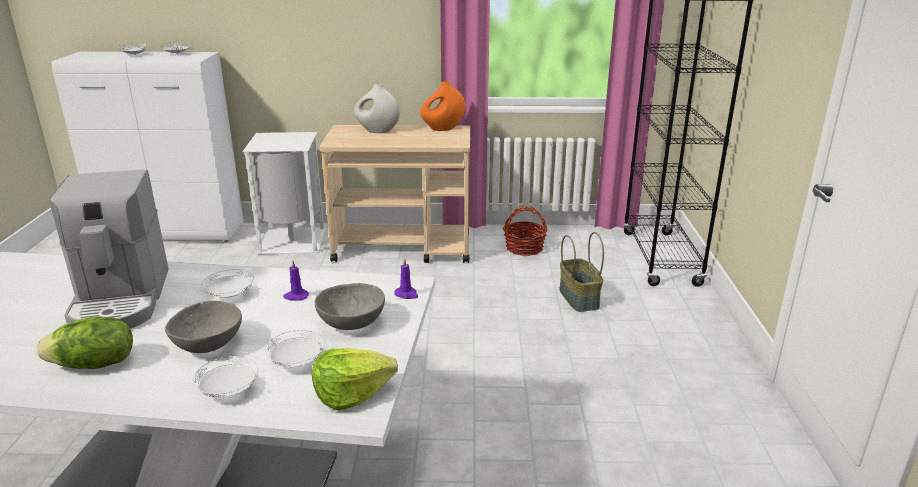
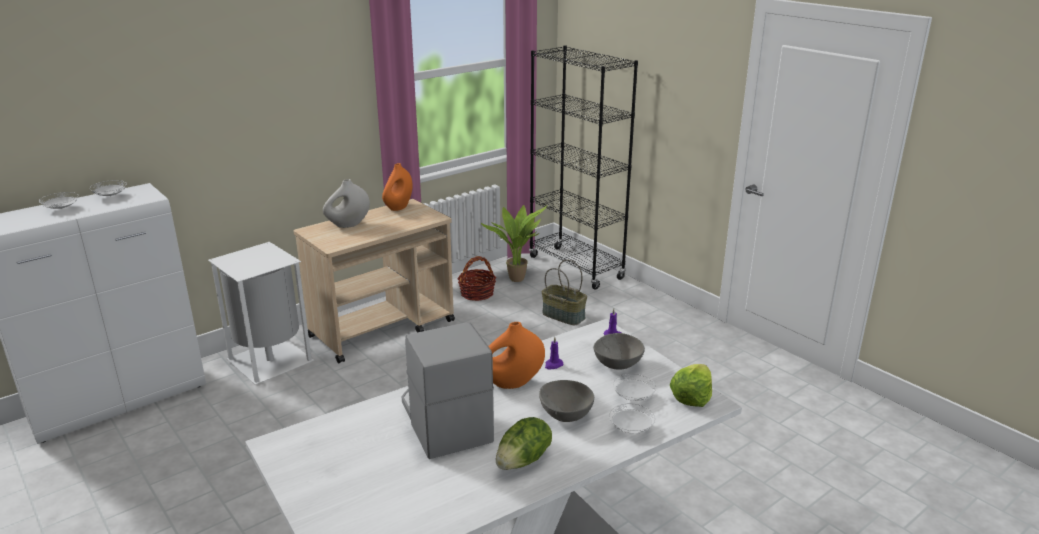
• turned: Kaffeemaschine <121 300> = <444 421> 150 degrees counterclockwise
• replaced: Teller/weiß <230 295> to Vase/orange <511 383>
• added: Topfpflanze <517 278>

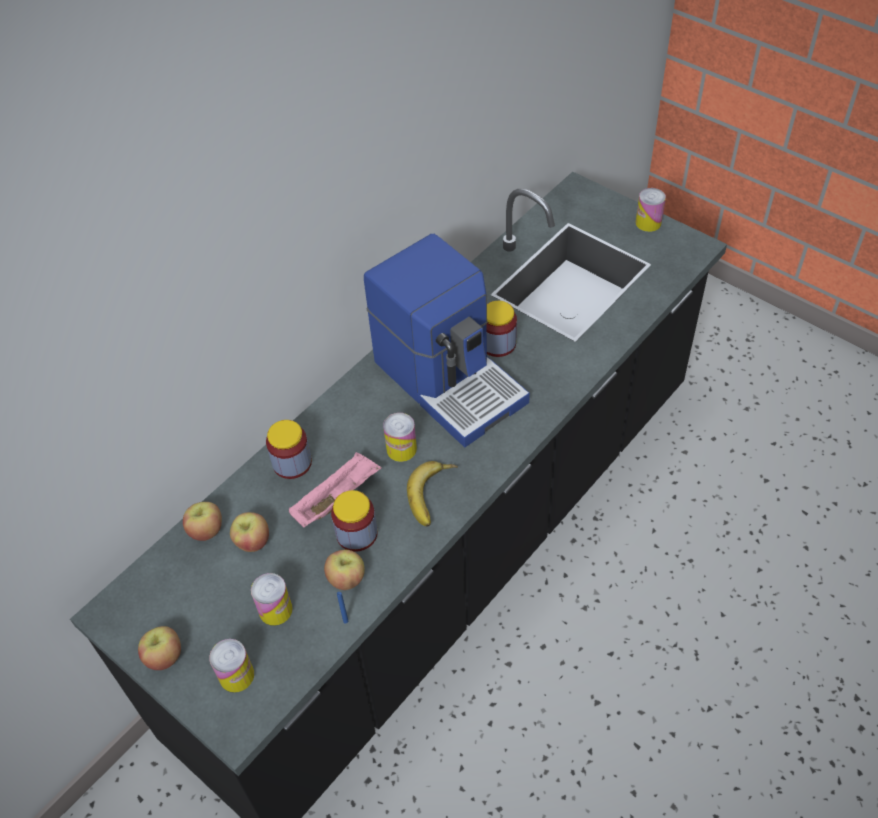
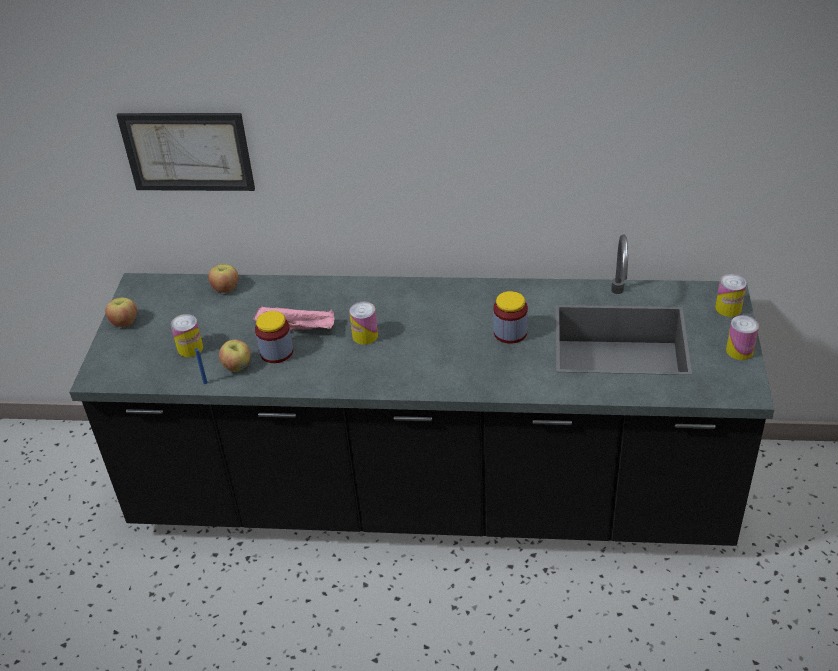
• removed: Kaffeemaschine <450 379>
• removed: Vorratsglas <292 463>
• removed: Banane <434 496>
• removed: Apfel <252 542>
• moved: Dose <236 675> to <728 308>
• added: Bild <187 151>

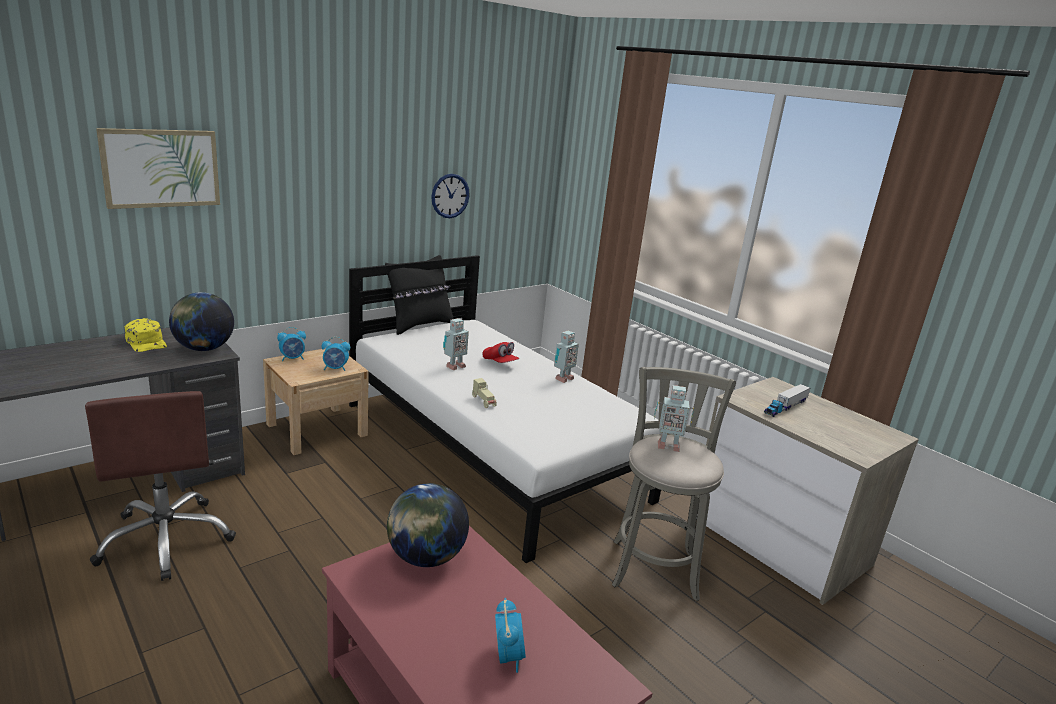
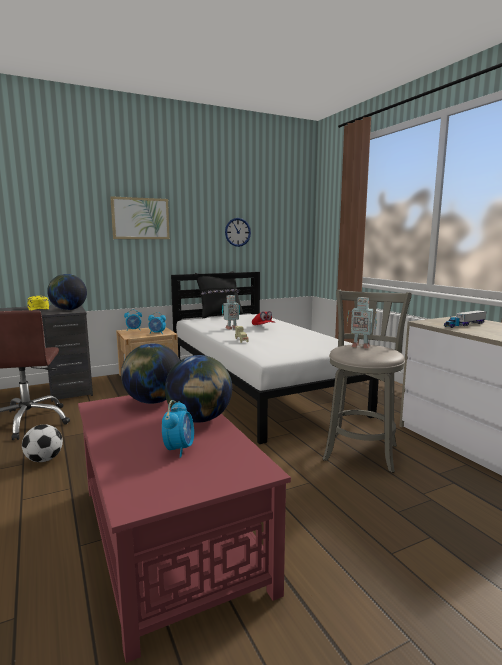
• moved: Bild <161 168> to <140 218>
• removed: Spielzeugroboter <562 379>
• added: Globus <200 419>
• added: Fußball <44 459>

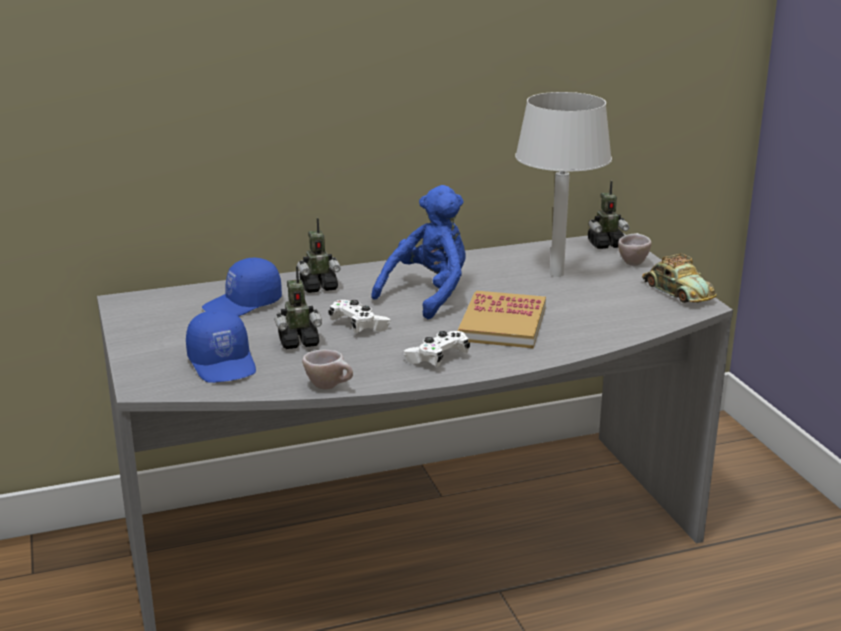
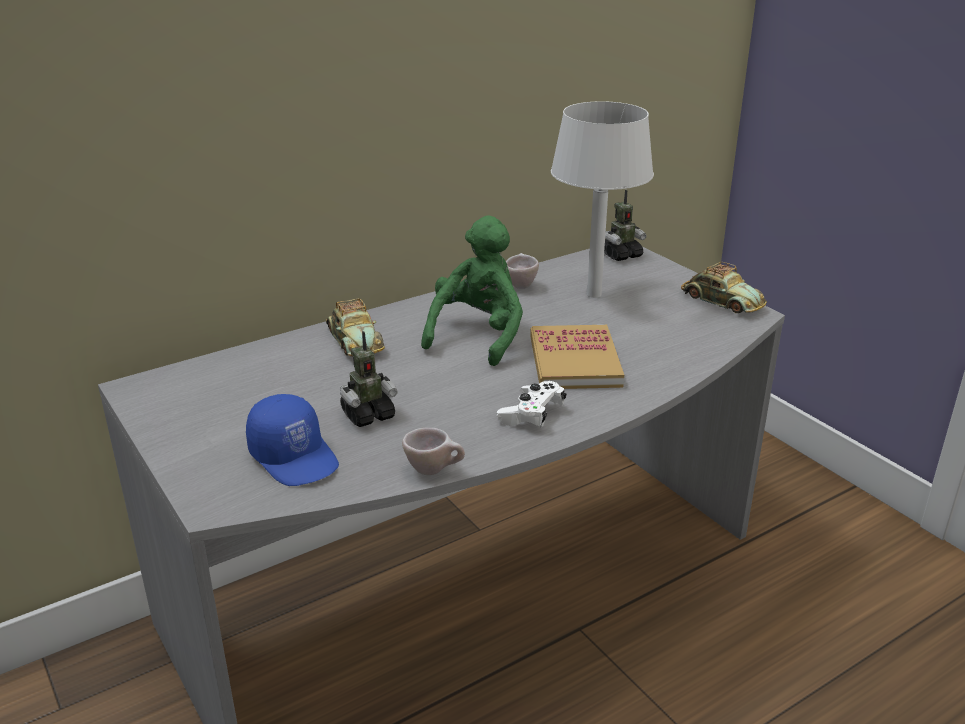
• recoloured: Plüschtier/blau <428 294> to Plüschtier/grün <478 335>
• replaced: Spielzeugroboter <318 287> to Spielzeugauto <354 340>
• moved: Tasse/beige <632 262> to <520 284>
• removed: Kappe/blau <243 304>
• removed: Gamepad/weiß <358 326>

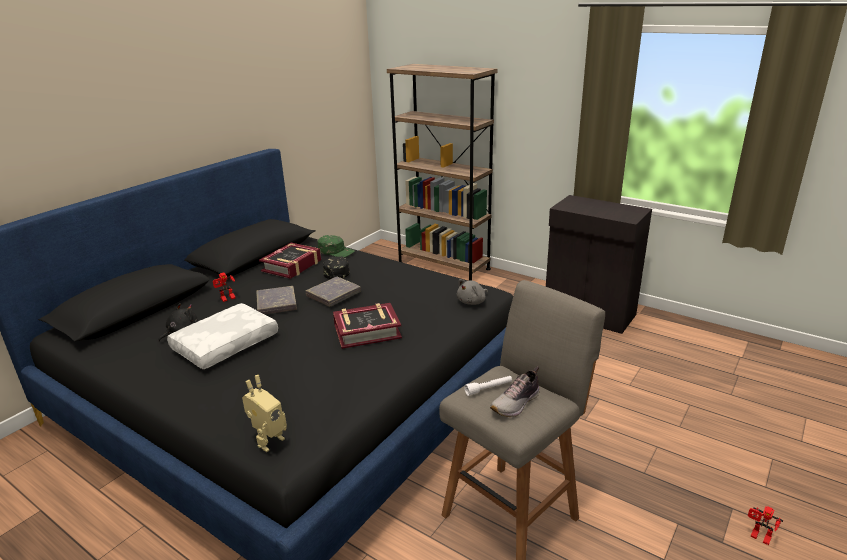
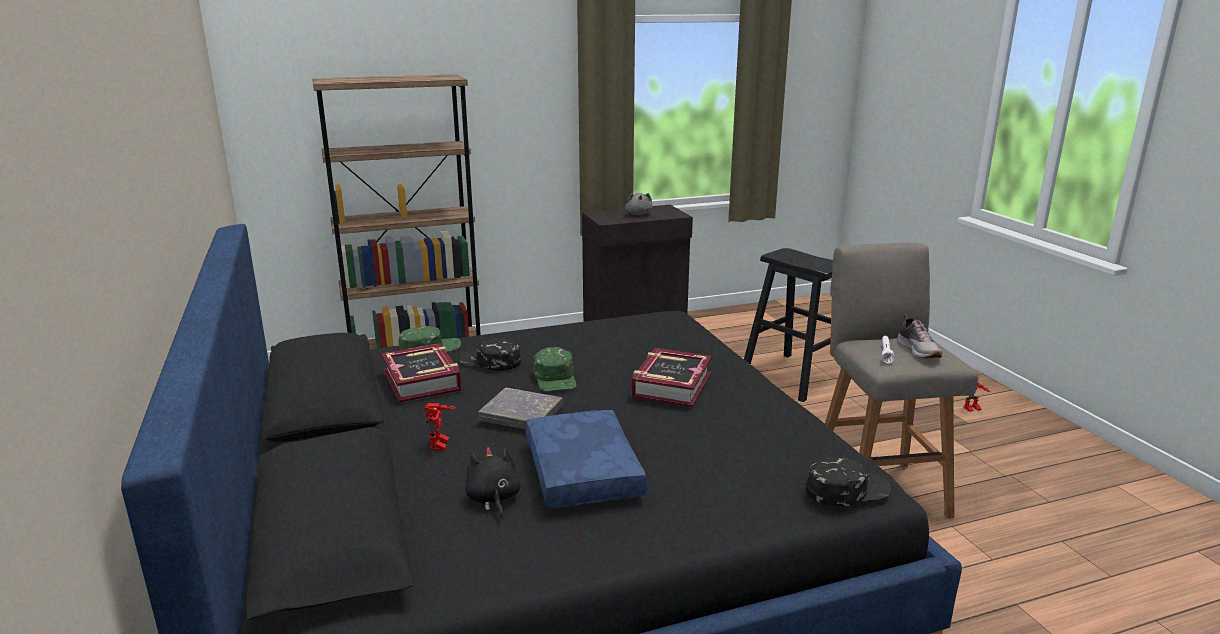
• replaced: Buch/grau <333 294> to Kappe/grün <555 378>
• moved: Plüschtier/grau <472 302> to <638 214>
• recoloured: Kissen/weiß <225 344> to Kissen/blau <580 472>
• replaced: Spielzeugroboter <268 441> to Kappe/schwarz <846 489>
• added: Hocker/schwarz <794 376>

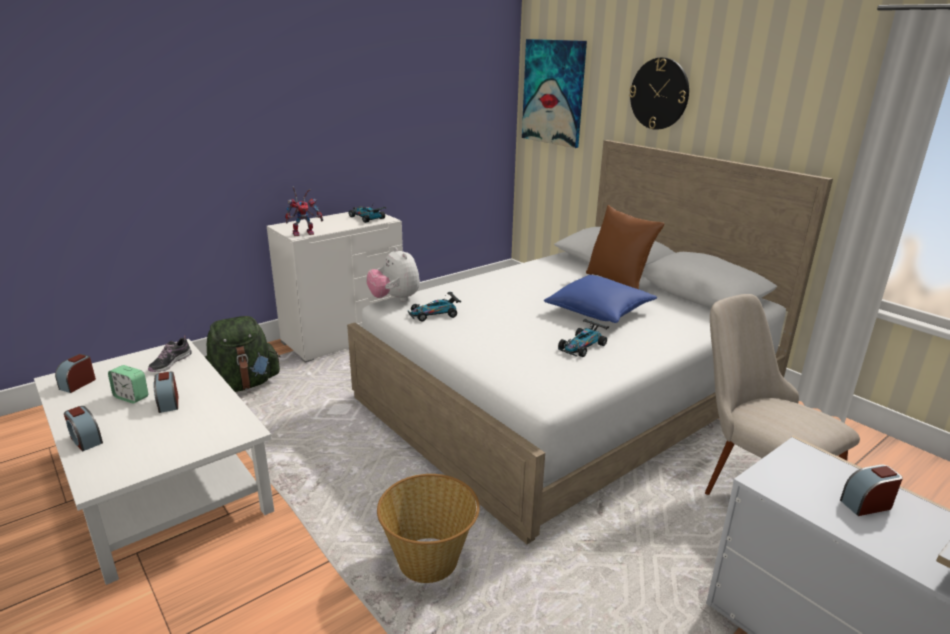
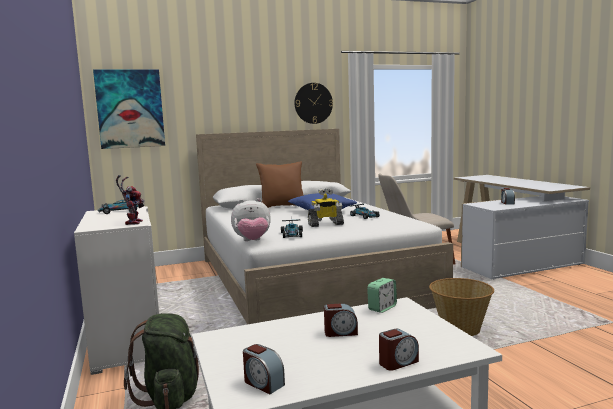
• moved: Wanduhr <659 94> to <313 103>
• removed: Schuh <170 363>
• moved: Wecker <131 397> to <382 308>
• added: Spielzeugroboter <325 224>

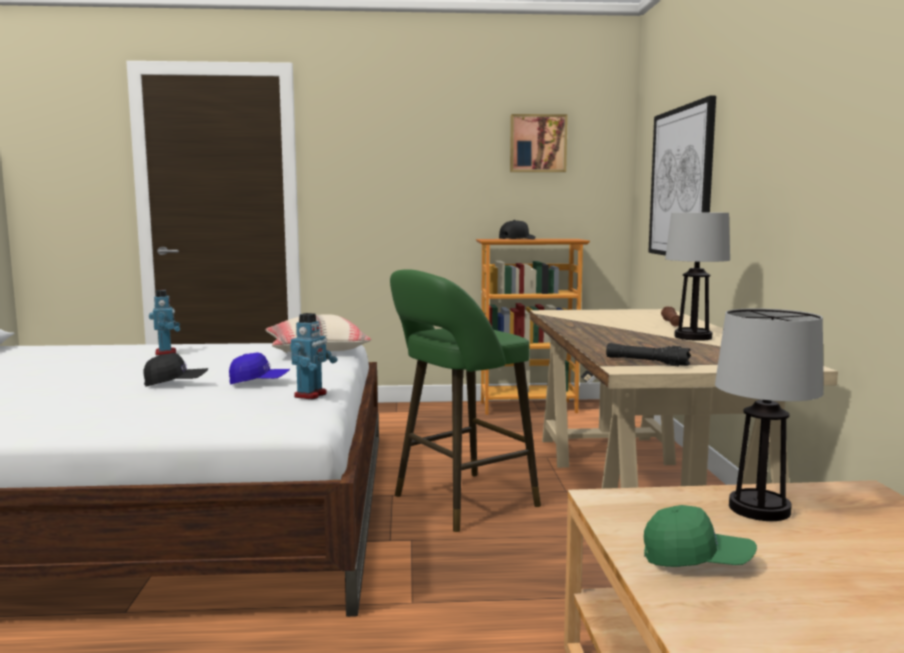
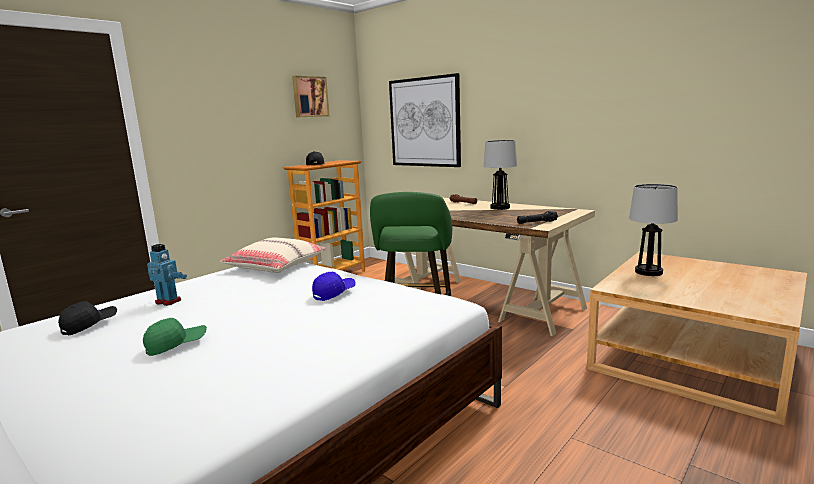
• removed: Spielzeugroboter <311 395>
• moved: Kappe/schwarz <176 383> to <89 325>
• moved: Kappe/grün <696 560> to <176 345>

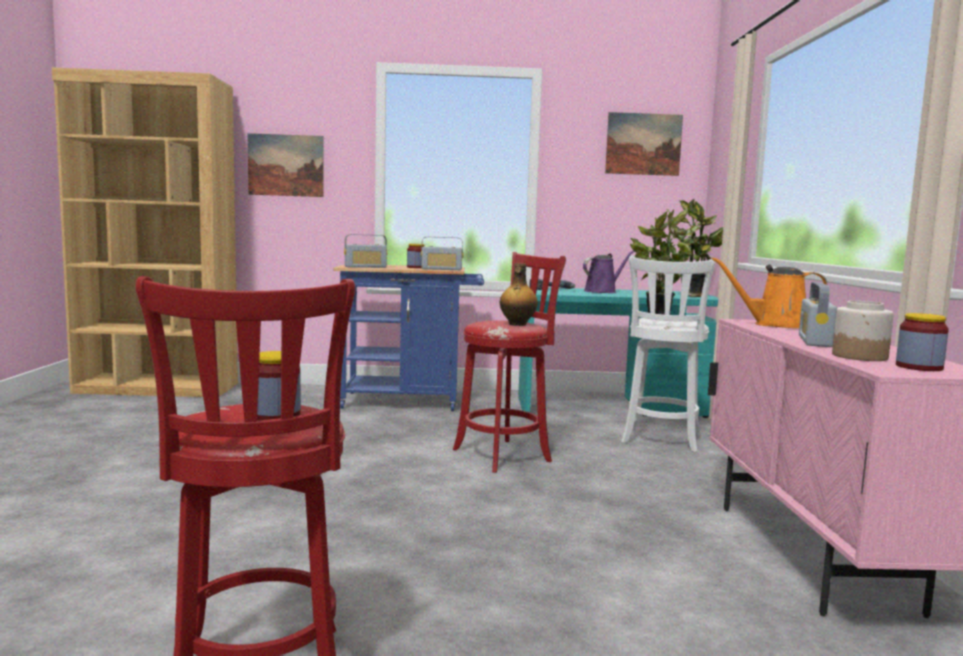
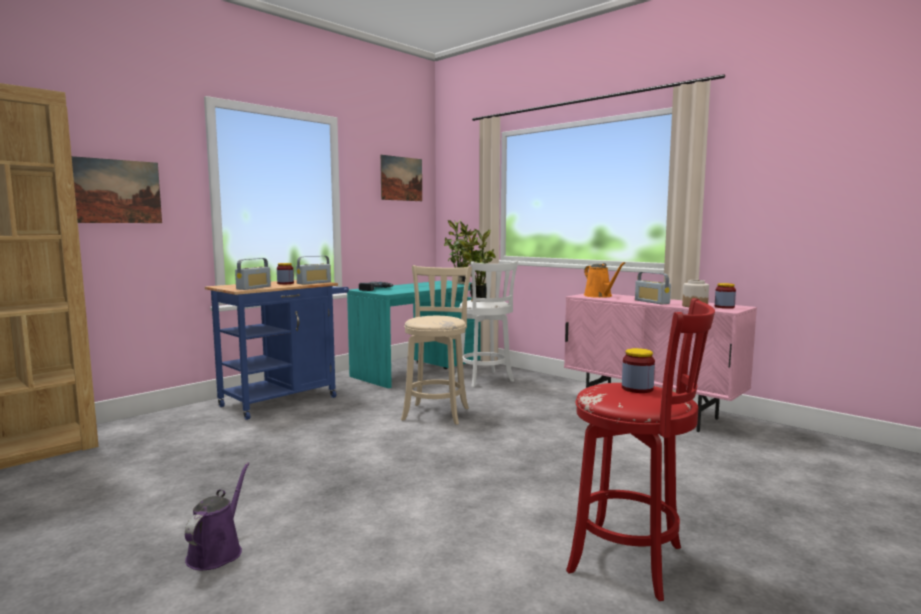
• moved: Gießkanne/lila <602 291> to <217 551>
• recoloured: Hocker/rot <506 454> to Hocker/beige <436 413>
• turned: Gießkanne/orange <775 325> = <599 296> 75 degrees counterclockwise
• removed: Flasche <517 324>

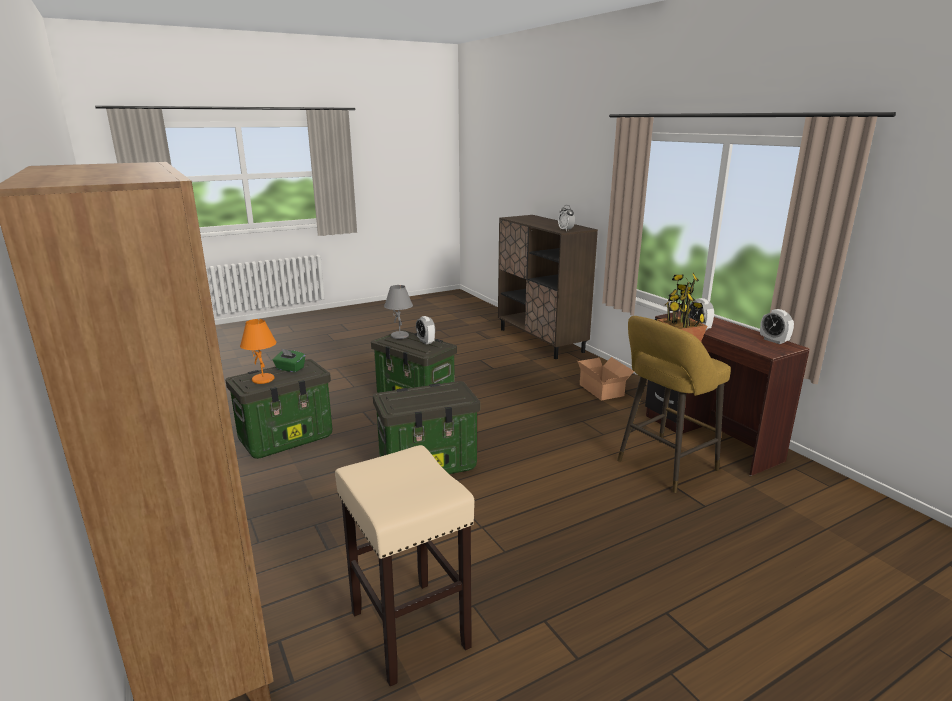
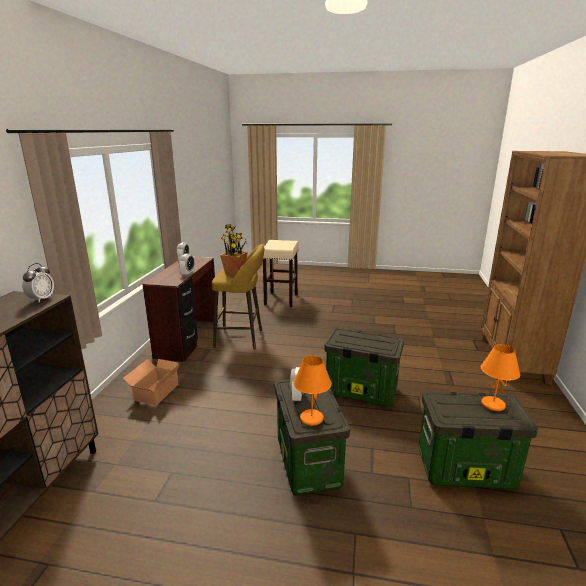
• recoloured: Tischlampe/grau <400 336> to Tischlampe/orange <311 418>
• removed: Taschentuchbox/grün <290 369>
• moved: Hocker/beige <408 628> to <281 299>

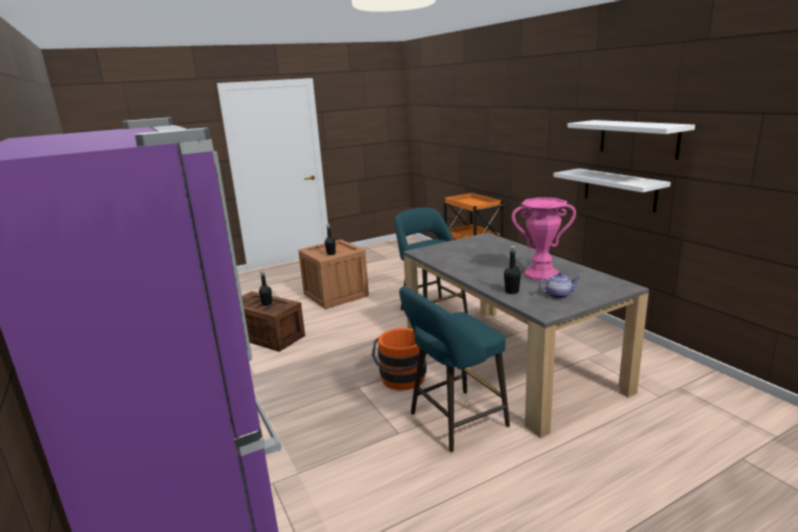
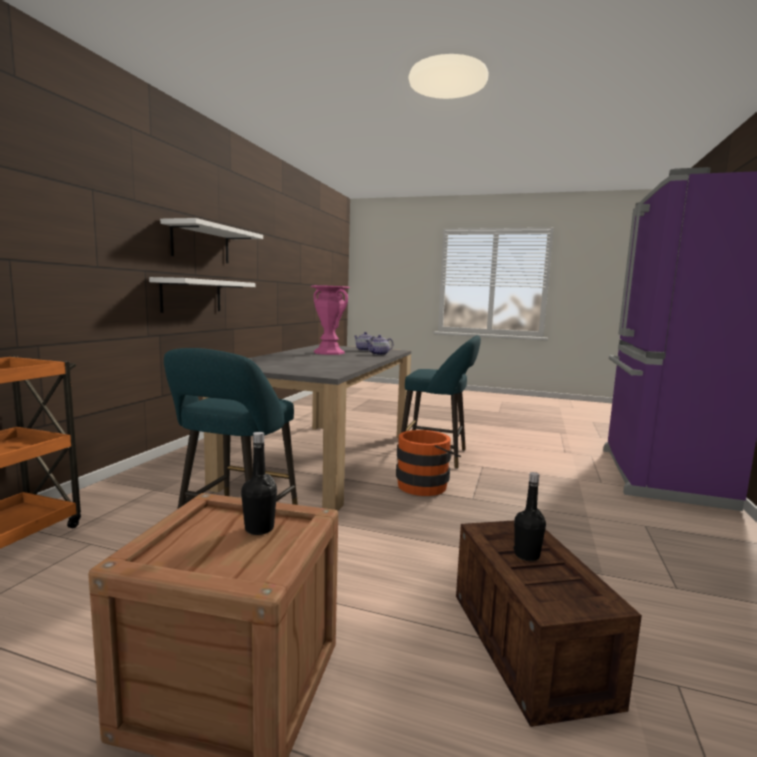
• replaced: Flasche/schwarz <512 291> to Teekanne <379 354>

